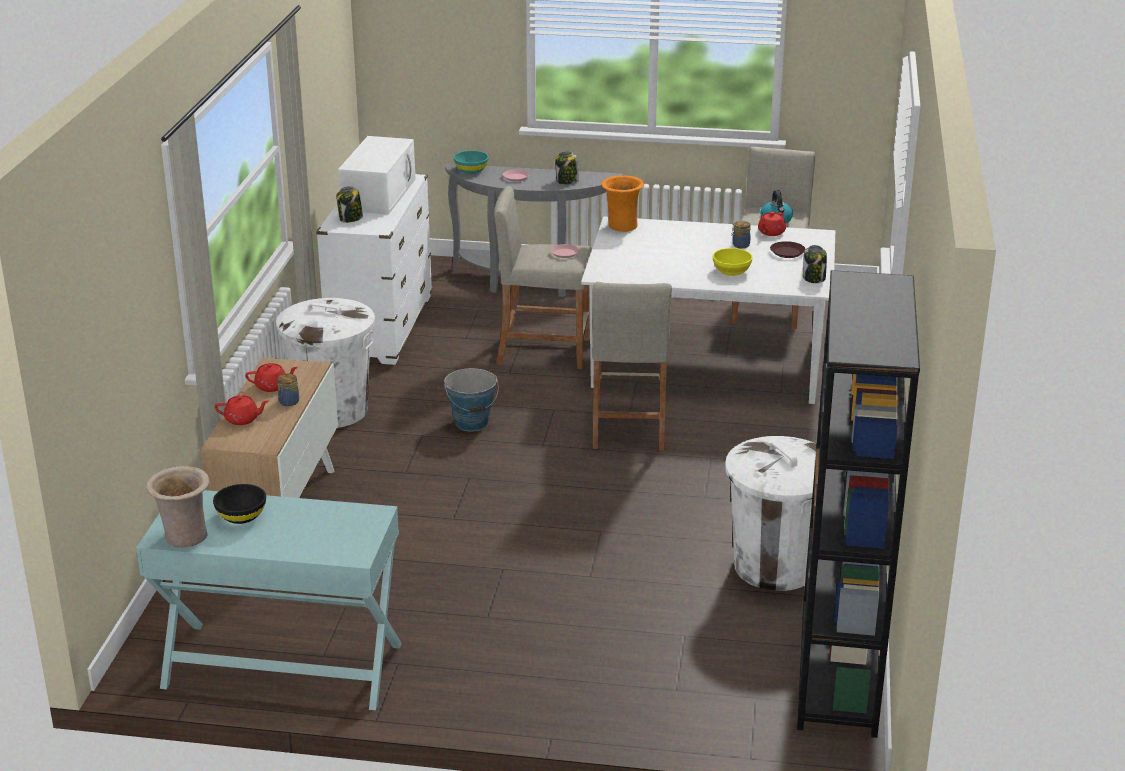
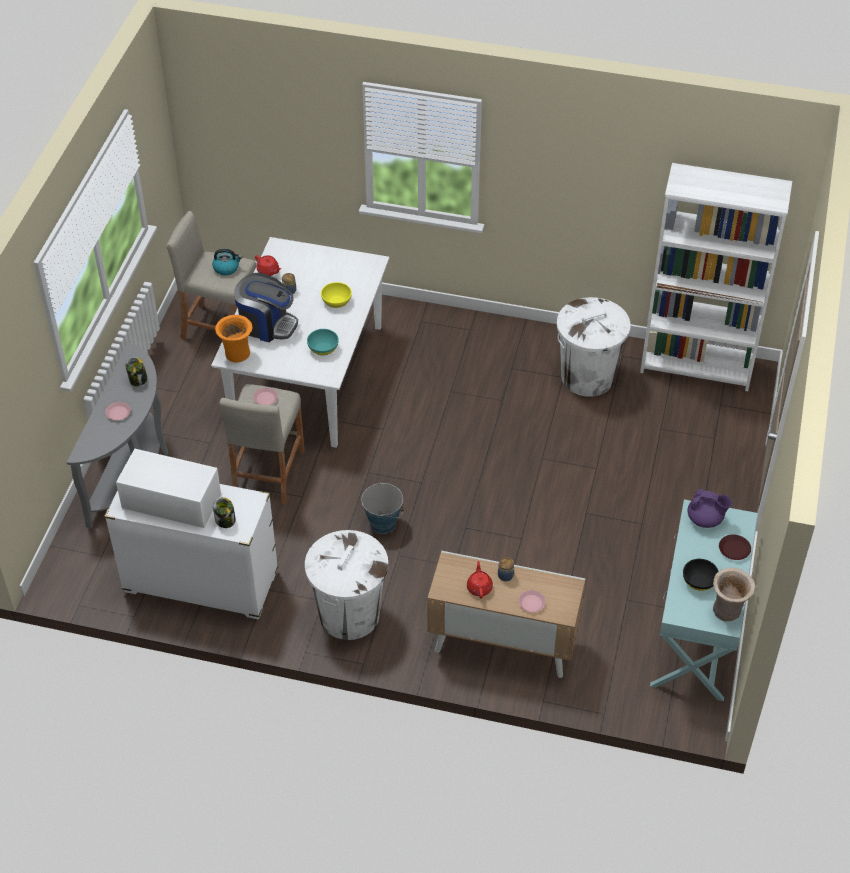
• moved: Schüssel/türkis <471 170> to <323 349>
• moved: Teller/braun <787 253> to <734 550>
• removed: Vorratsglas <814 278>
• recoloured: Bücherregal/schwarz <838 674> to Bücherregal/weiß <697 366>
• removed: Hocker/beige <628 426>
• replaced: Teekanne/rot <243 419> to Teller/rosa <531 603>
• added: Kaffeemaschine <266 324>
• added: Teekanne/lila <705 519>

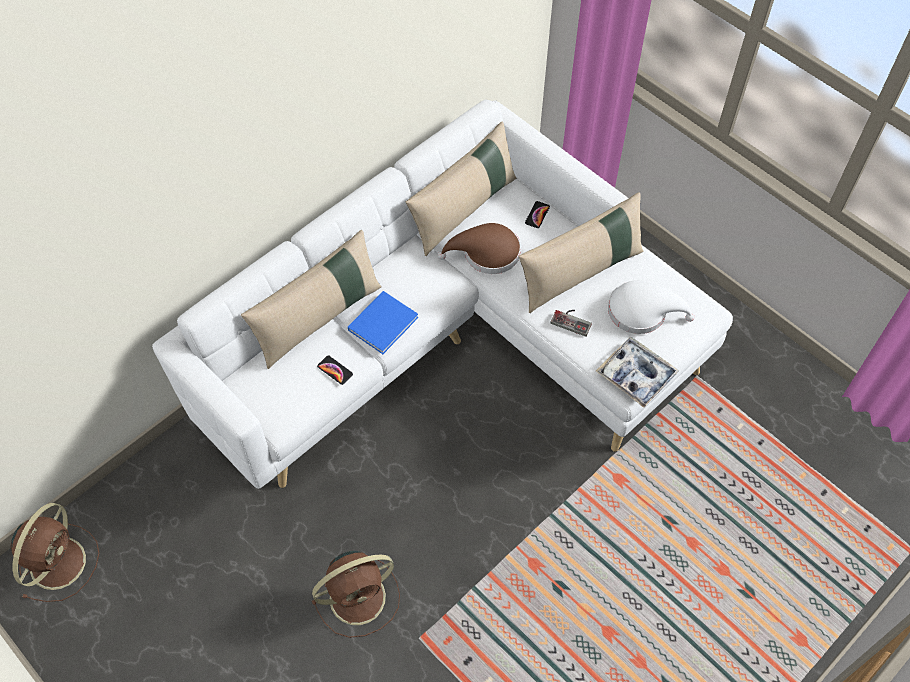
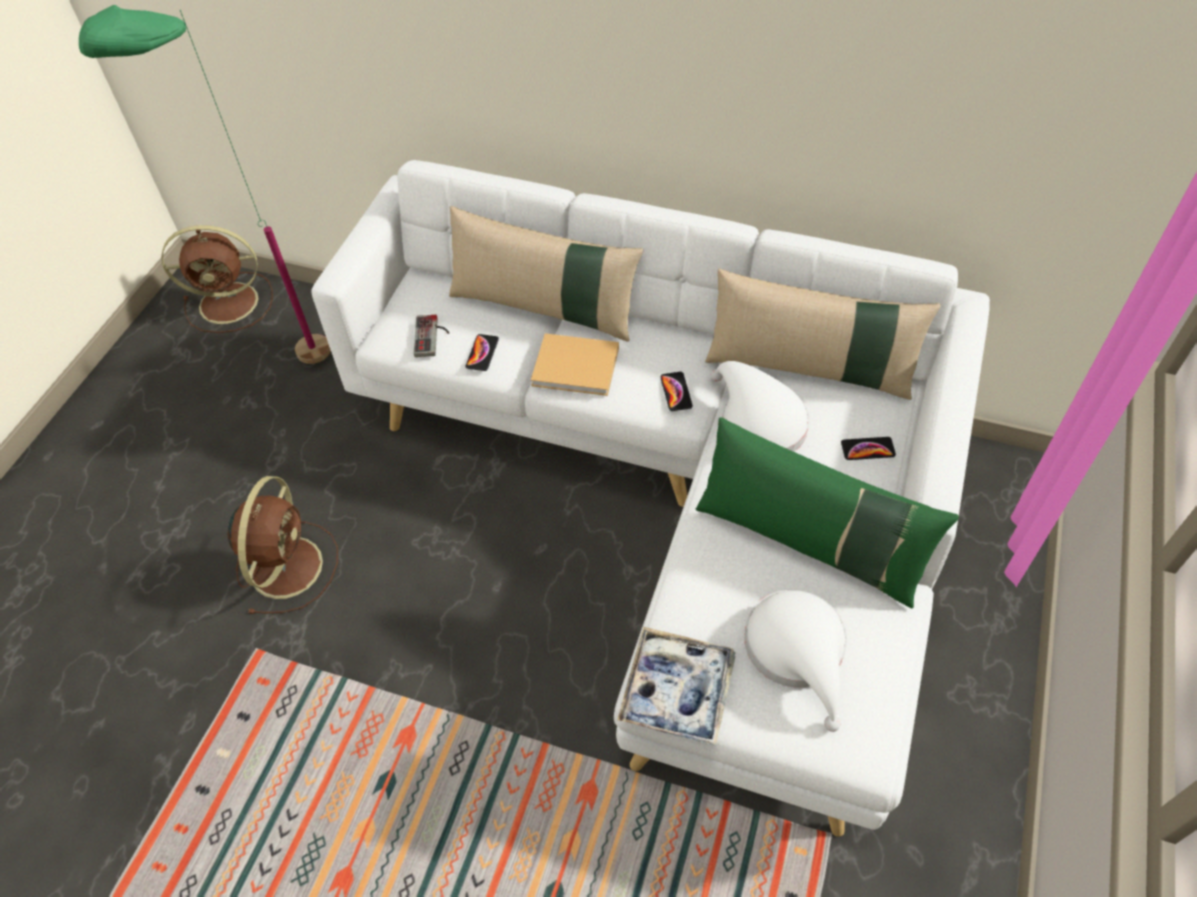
• recoloured: Kissen/beige <580 273> to Kissen/grün <809 543>
• recoloured: Hut/braun <486 253> to Hut/weiß <758 421>
• recoloured: Buch/blau <384 322> to Buch/beige <578 367>
• moved: Gamepad <572 320> to <432 337>
• turned: Ventilator/braun <360 596> = <287 564> 120 degrees counterclockwise
• added: Stehlampe/grün <291 373>
• added: Handy <676 392>

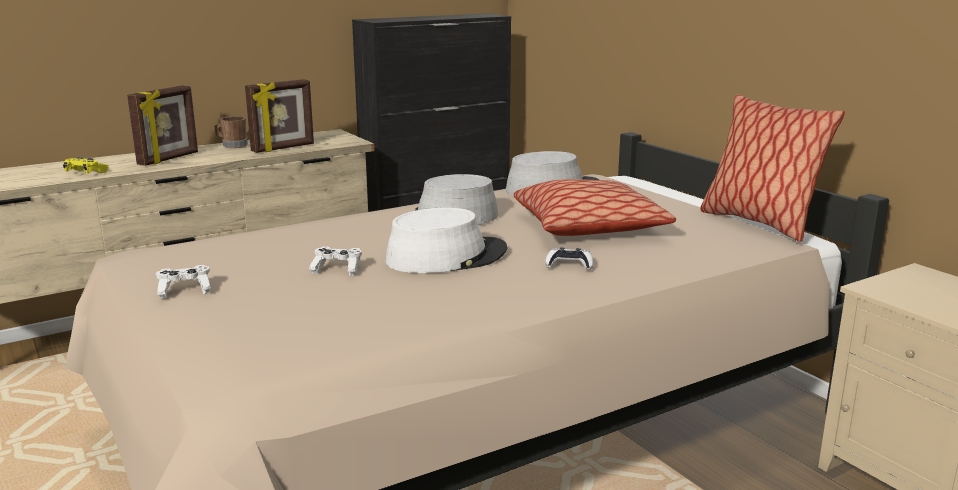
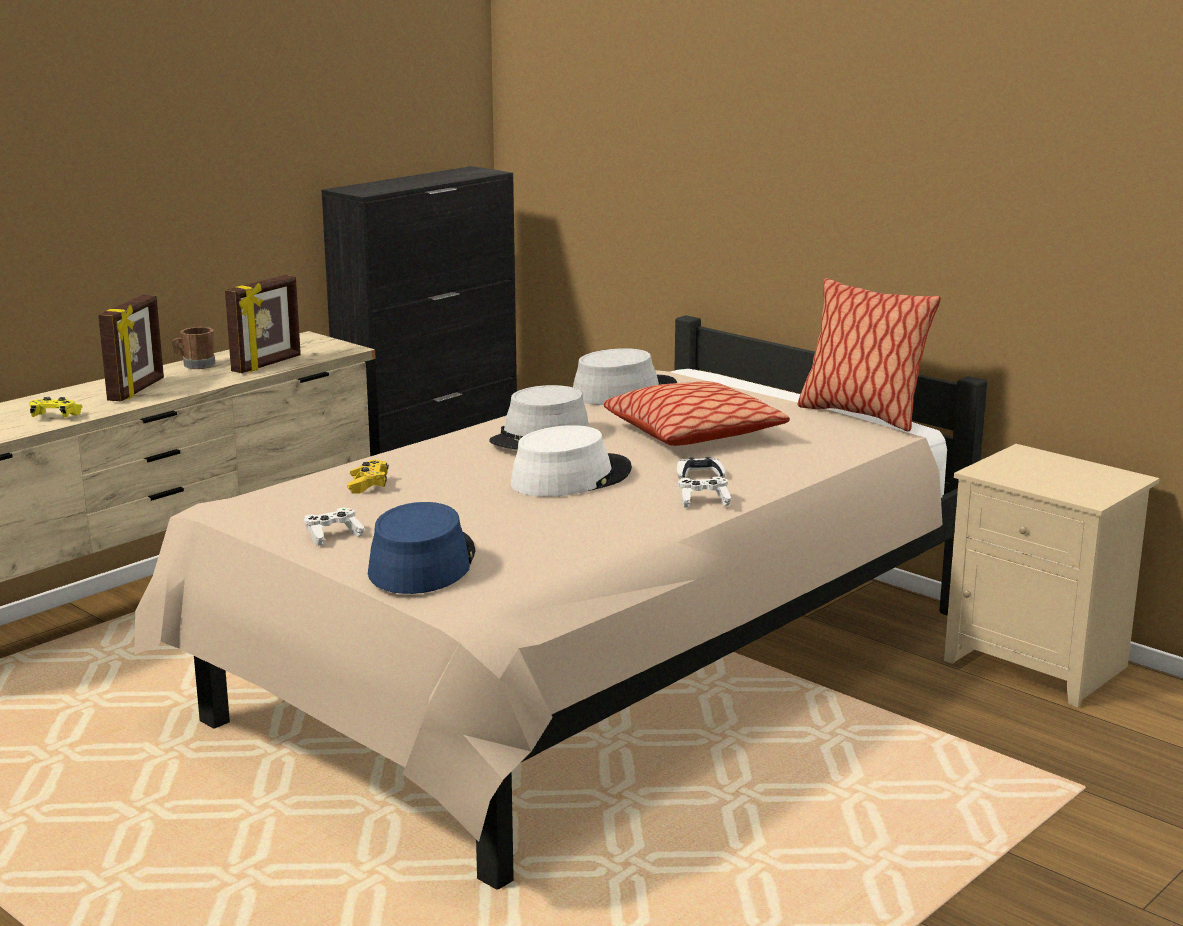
• moved: Gamepad/weiß <337 269> to <703 501>
• added: Gamepad/gelb <368 485>
• added: Hut/blau <421 563>

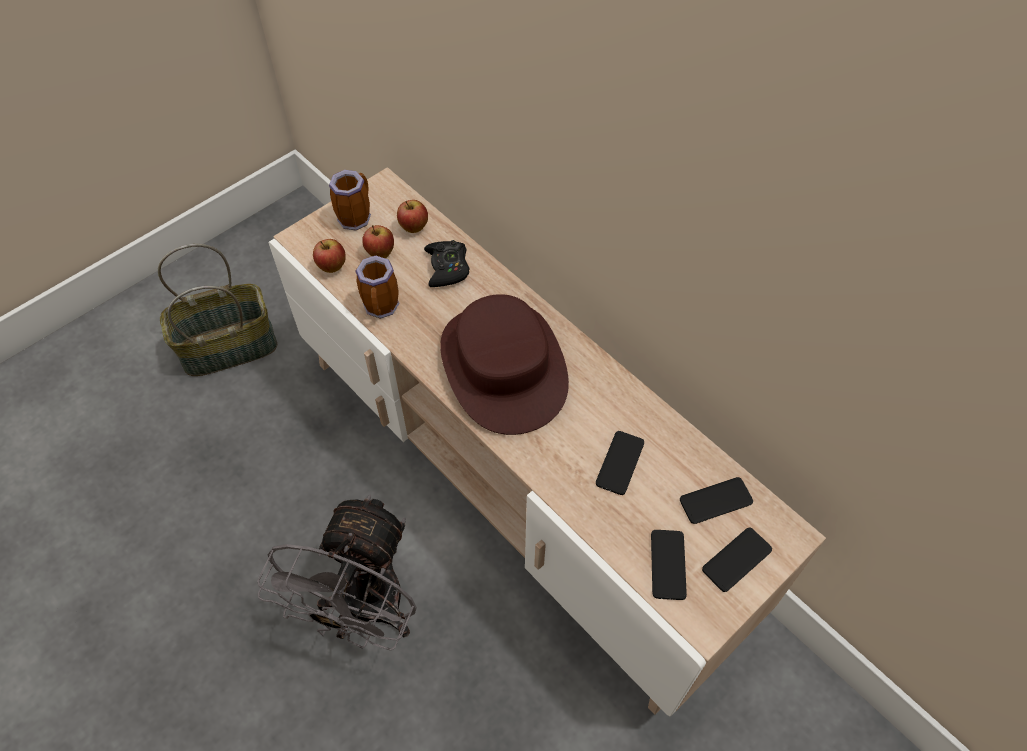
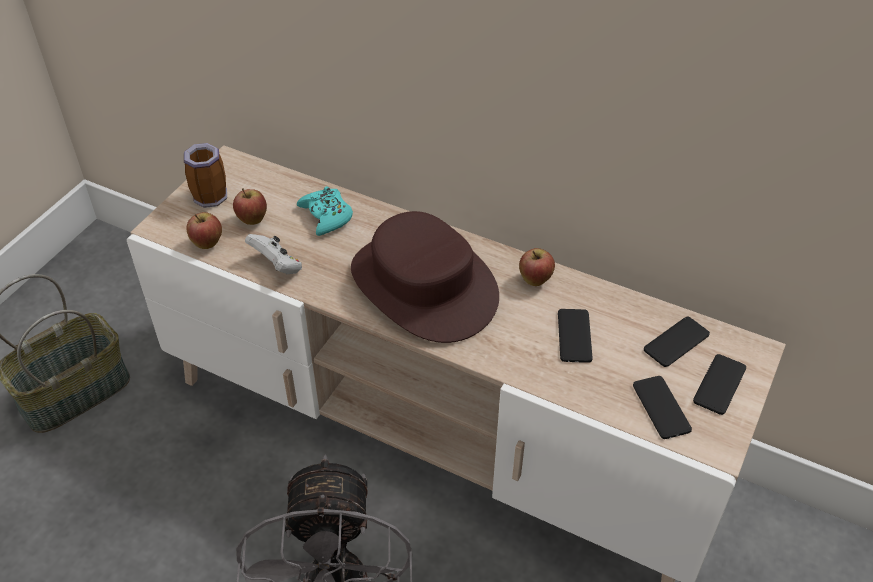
• moved: Apfel <414 228> to <535 281>
• recoloured: Gamepad/schwarz <447 268> to Gamepad/türkis <326 216>
• replaced: Henkelbecher <382 308> to Gamepad/weiß <277 266>

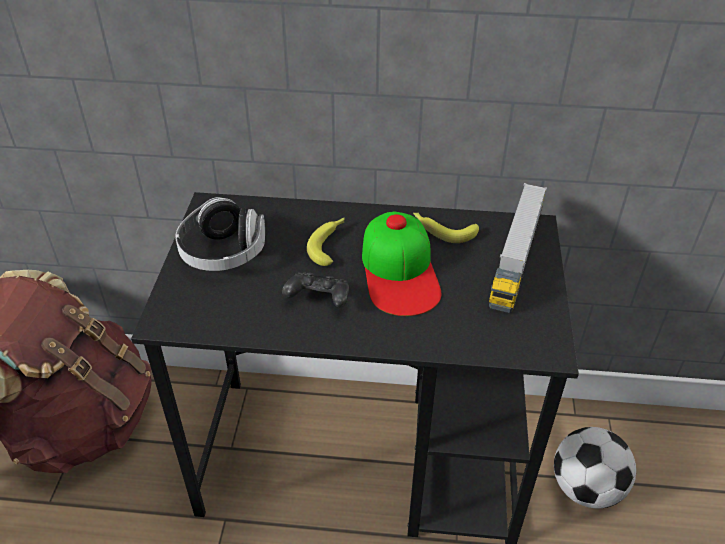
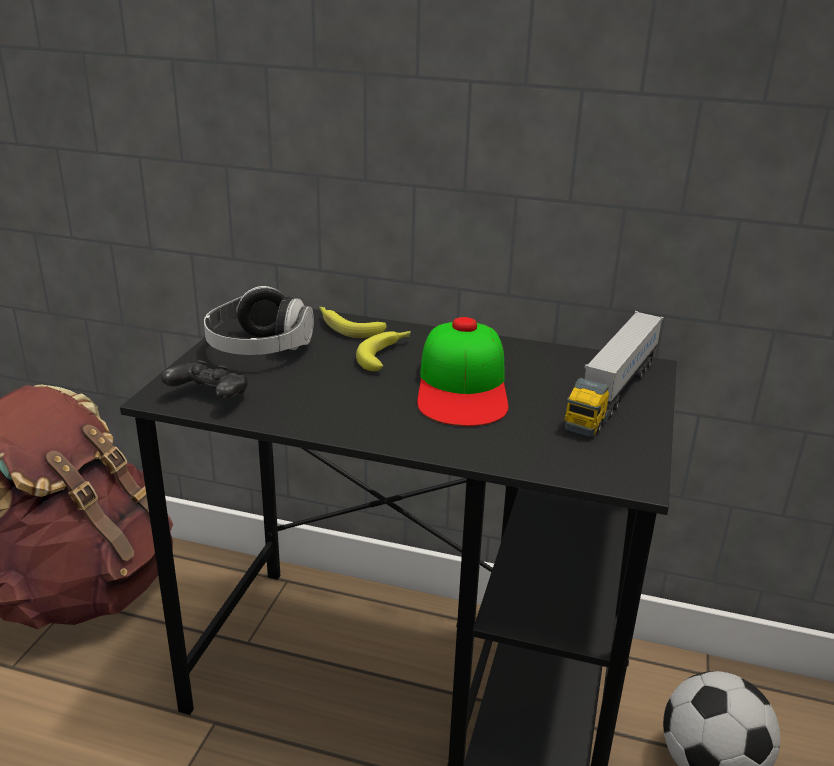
• moved: Banane <443 230> to <347 327>
• moved: Gamepad/schwarz <318 300> to <209 398>

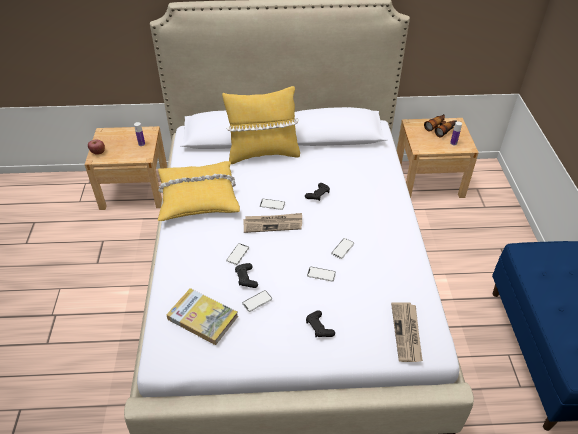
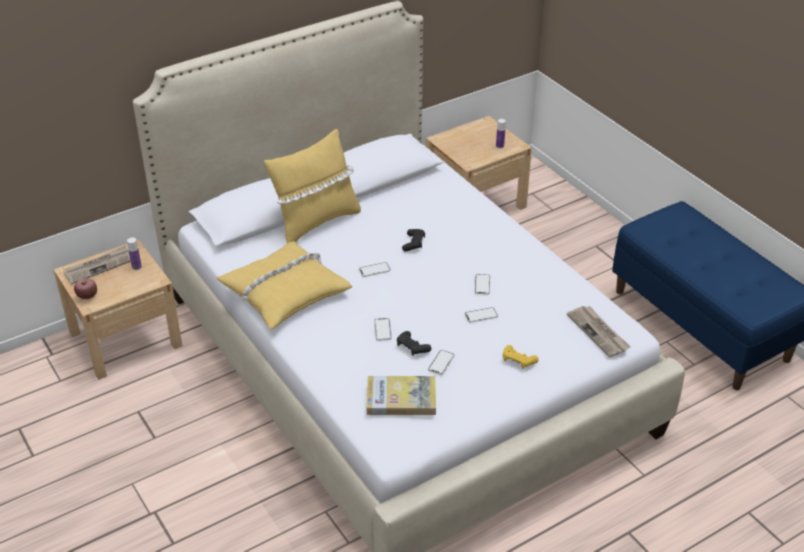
• removed: Fernglas <440 128>
• moved: Zeitung <273 224> to <98 266>
• recoloured: Gamepad/schwarz <319 327> to Gamepad/gelb <518 361>

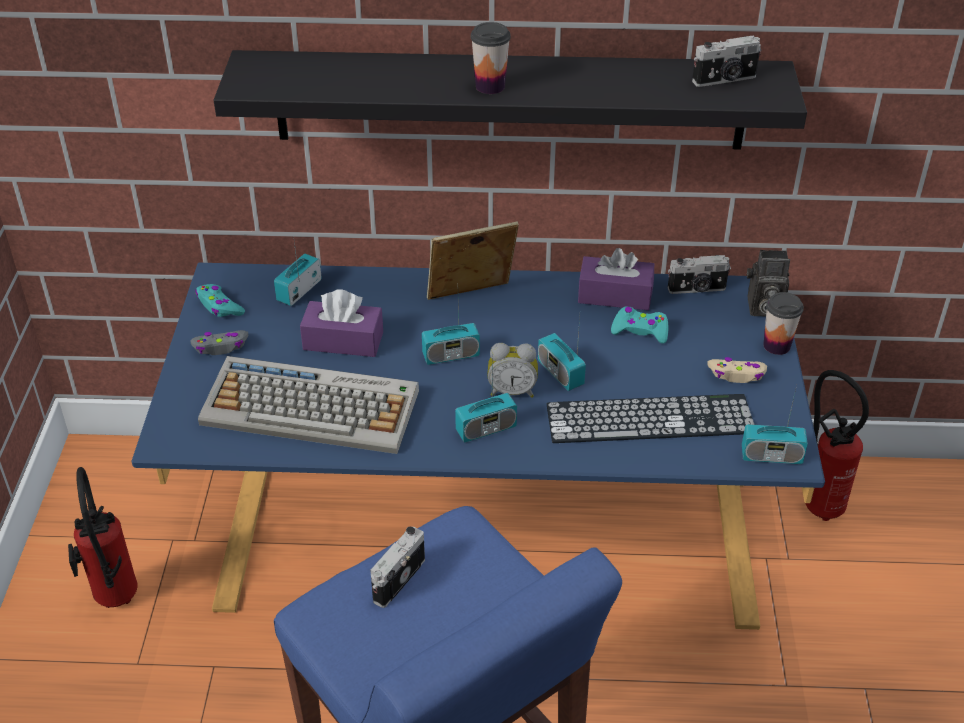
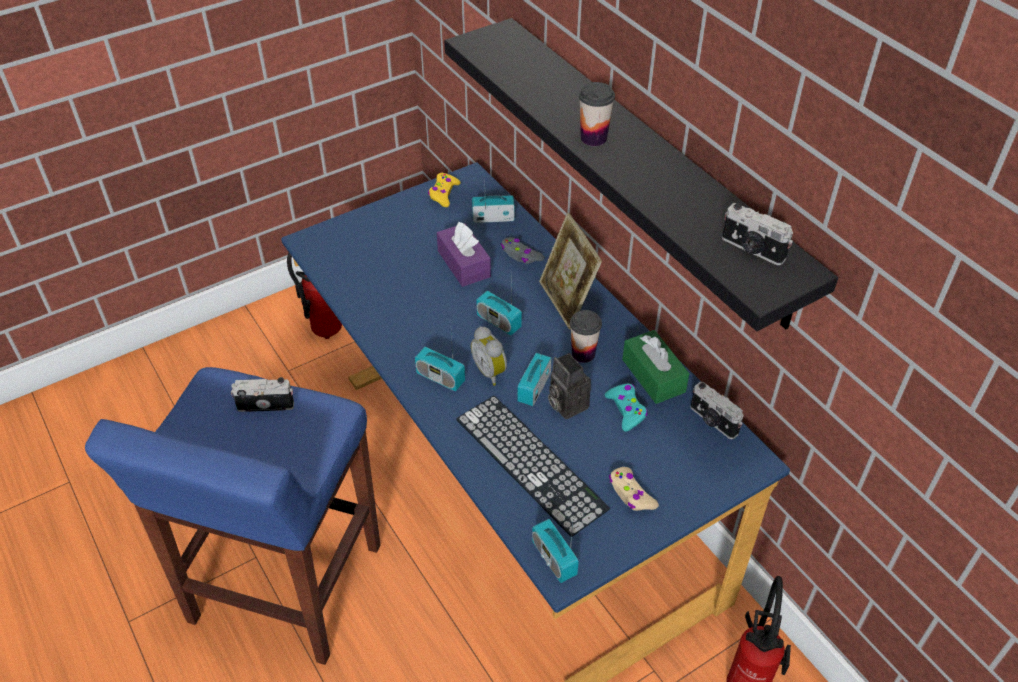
• turned: Bilderrahmen <471 300> = <567 302> 150 degrees counterclockwise
• recoloured: Taschentuchbox/lila <615 295> to Taschentuchbox/grün <653 375>
• moved: Kamera <762 308> to <565 404>
• recoloured: Gamepad/türkis <219 306> to Gamepad/gelb <443 194>
• moved: Tasse <776 345> to <583 354>
• moved: Gamepad/grau <221 347> to <521 255>
• removed: Tastatur <313 407>

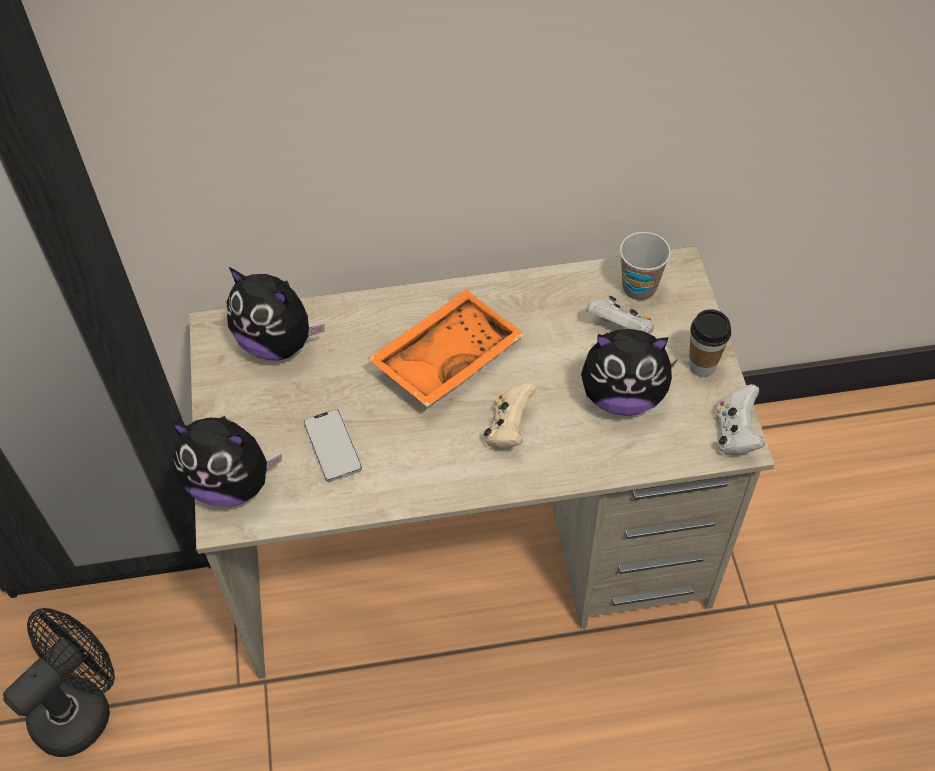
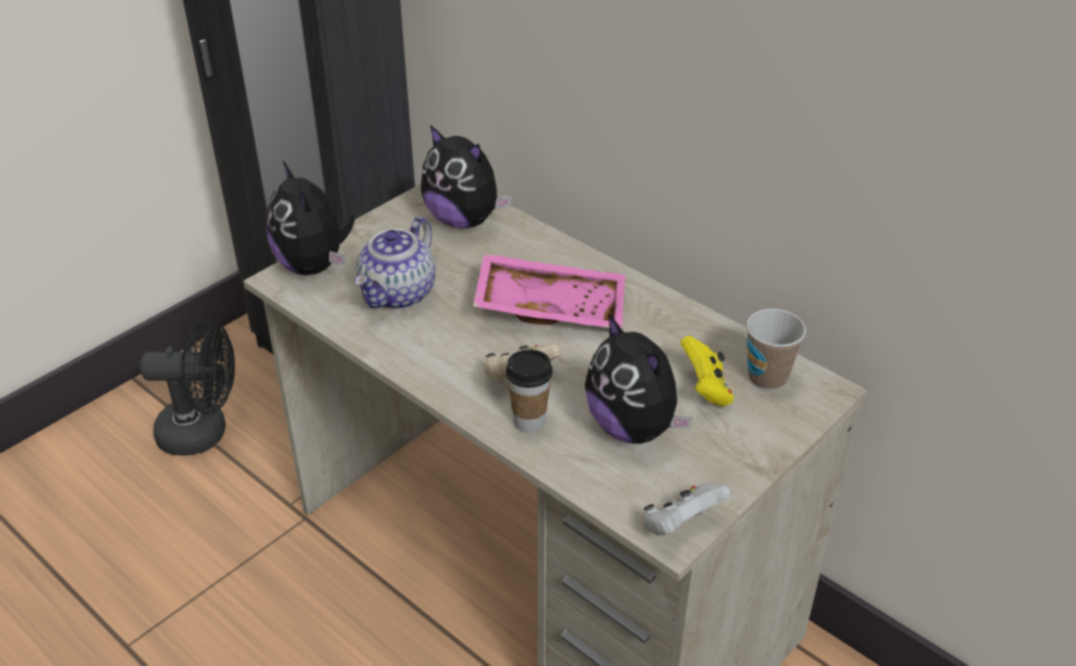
• turned: Plüschtier <278 343> = <464 220> 45 degrees counterclockwise
• recoloured: Tablett/orange <446 357> to Tablett/rosa <551 306>
• recoloured: Gamepad/weiß <621 329> to Gamepad/gelb <706 389>
• moved: Tasse <702 365> to <529 421>
• replaced: Handy <332 446> to Teekanne <399 294>

